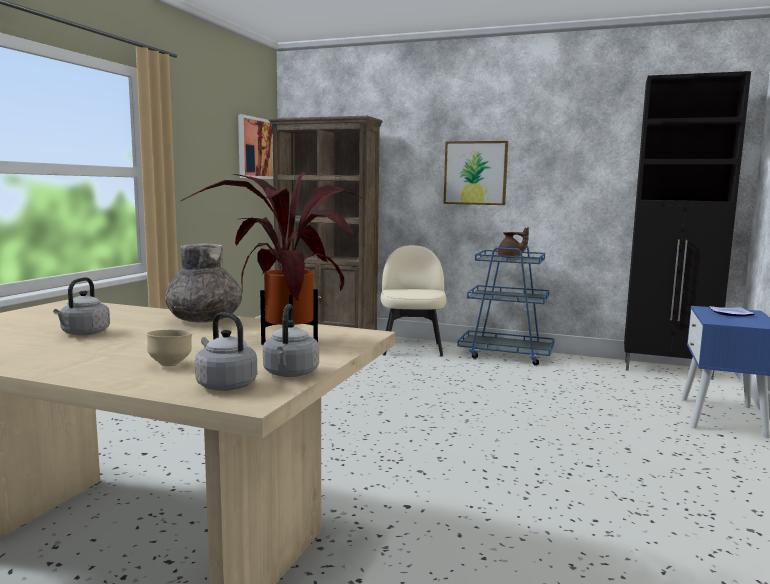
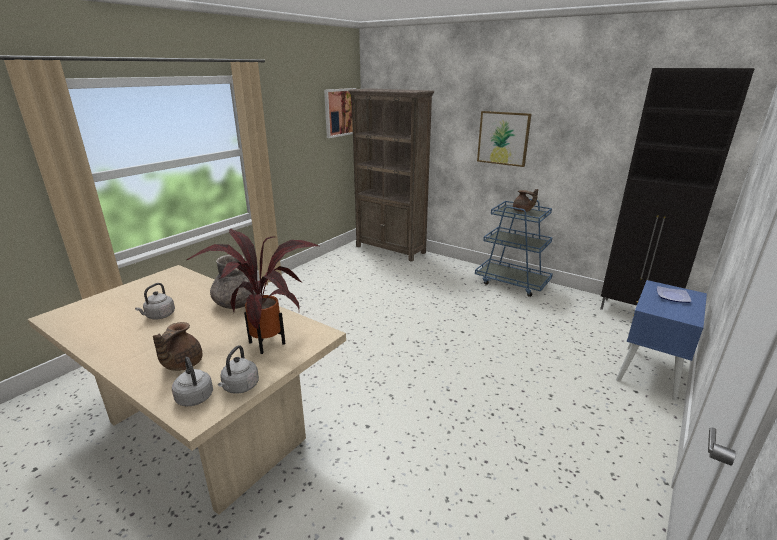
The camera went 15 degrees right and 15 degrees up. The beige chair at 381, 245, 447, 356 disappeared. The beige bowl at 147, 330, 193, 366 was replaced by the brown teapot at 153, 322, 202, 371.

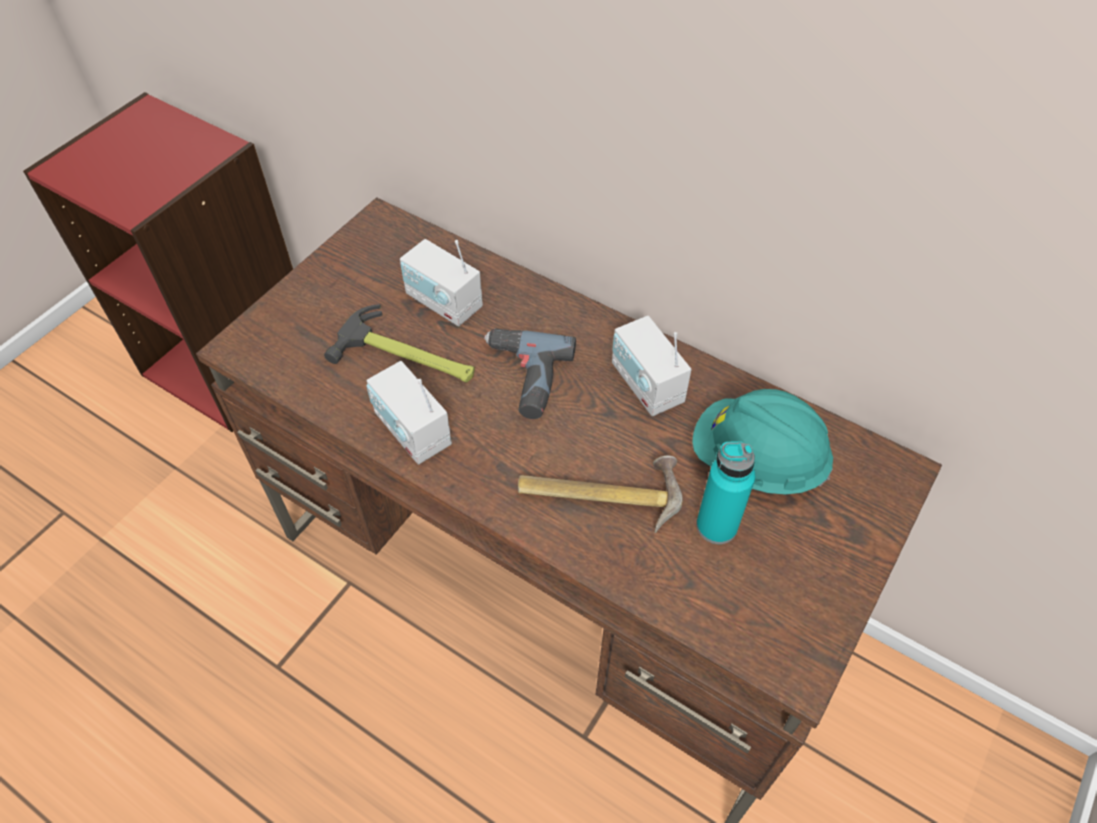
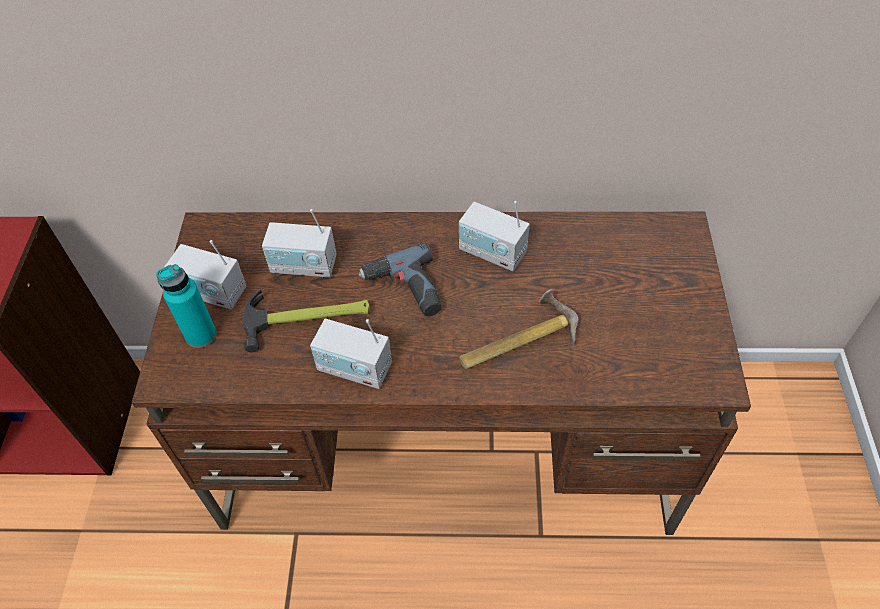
The camera went 30 degrees left and 0 degrees up. The turquoise hard hat at 692, 389, 833, 495 disappeared. The radio at 164, 240, 246, 310 appeared. The turquoise bottle moved from 696, 441, 756, 544 to 156, 264, 217, 348.

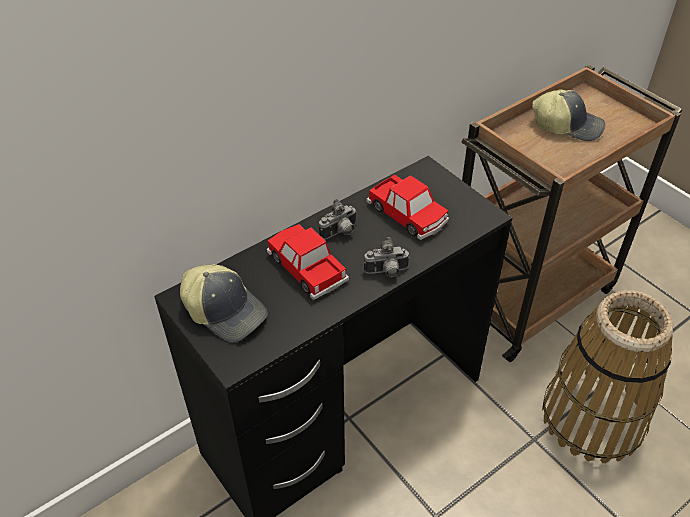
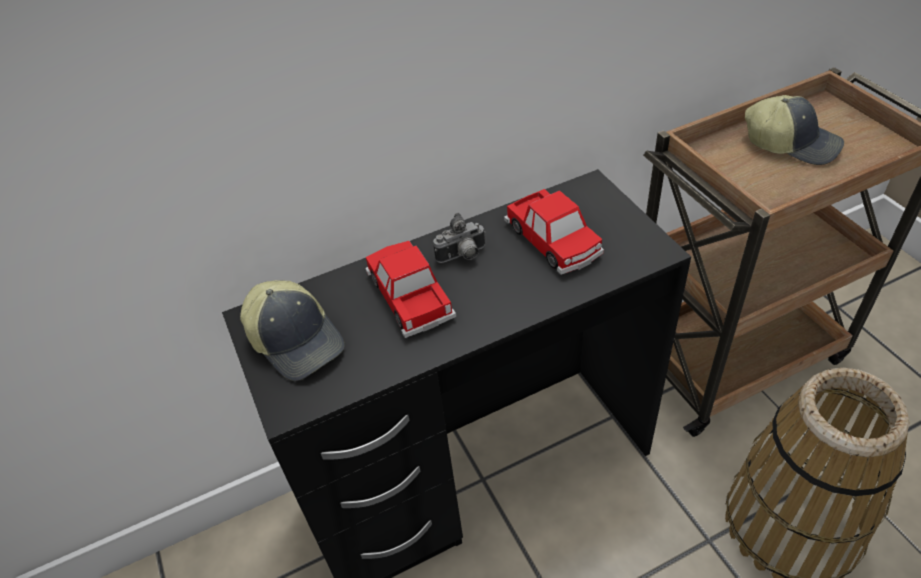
The camera went 15 degrees right and 0 degrees up. The photo camera at 364, 237, 410, 277 disappeared.

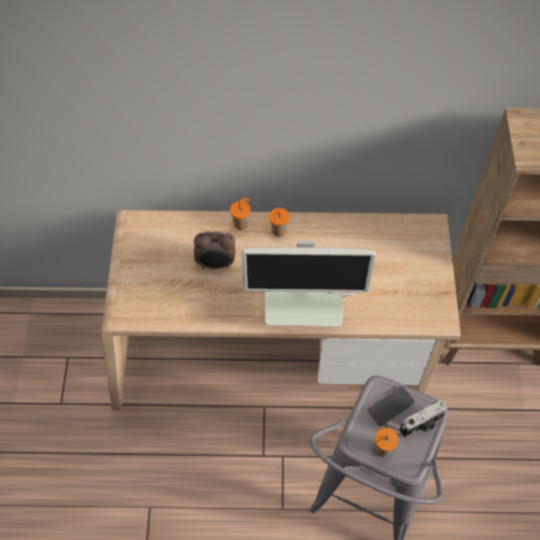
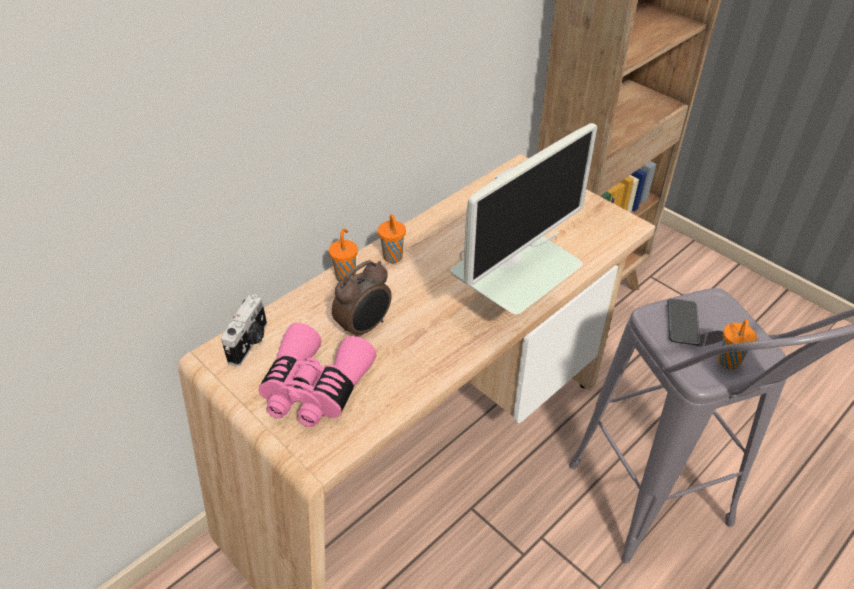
The camera went 45 degrees left and 15 degrees down. The pink binoculars at 258, 323, 376, 427 appeared. The photo camera moved from 400, 400, 447, 437 to 221, 294, 267, 367.

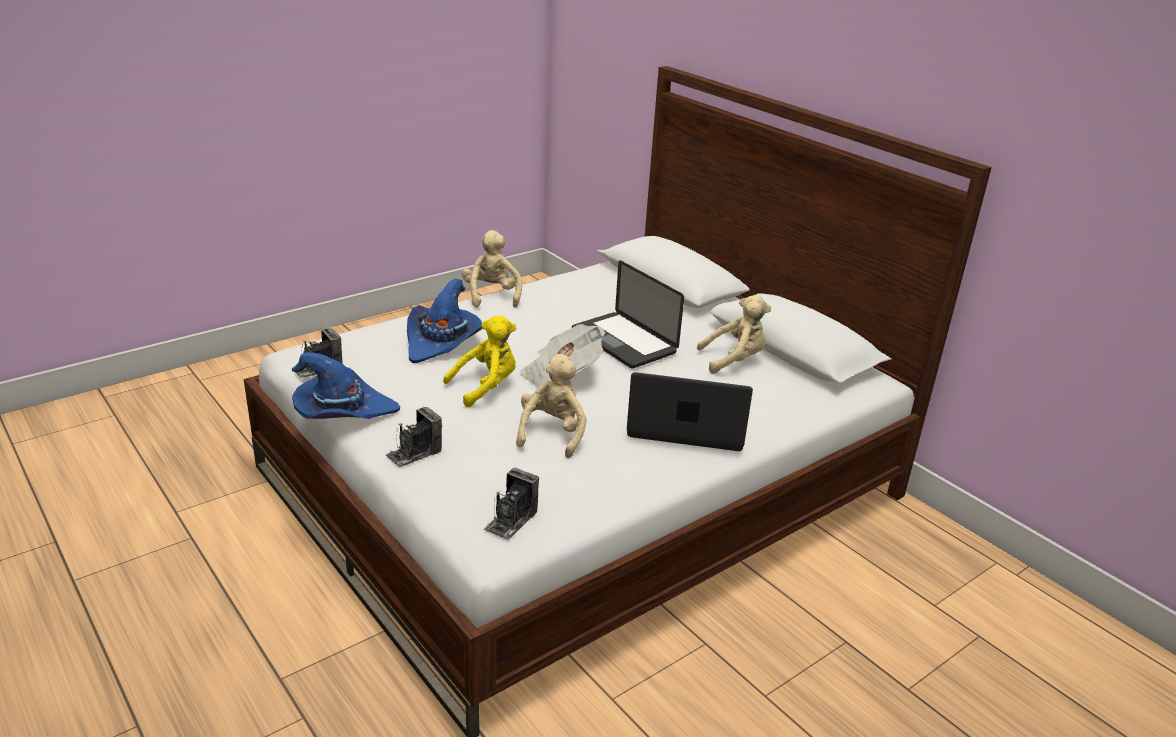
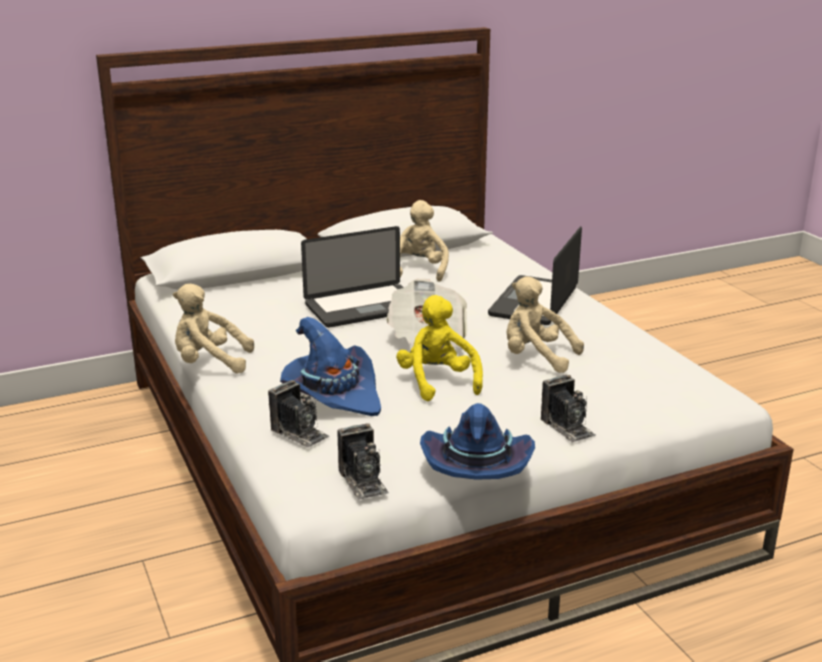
The camera went 75 degrees left and 5 degrees down. The photo camera moved from 483, 468, 539, 540 to 268, 380, 329, 448.

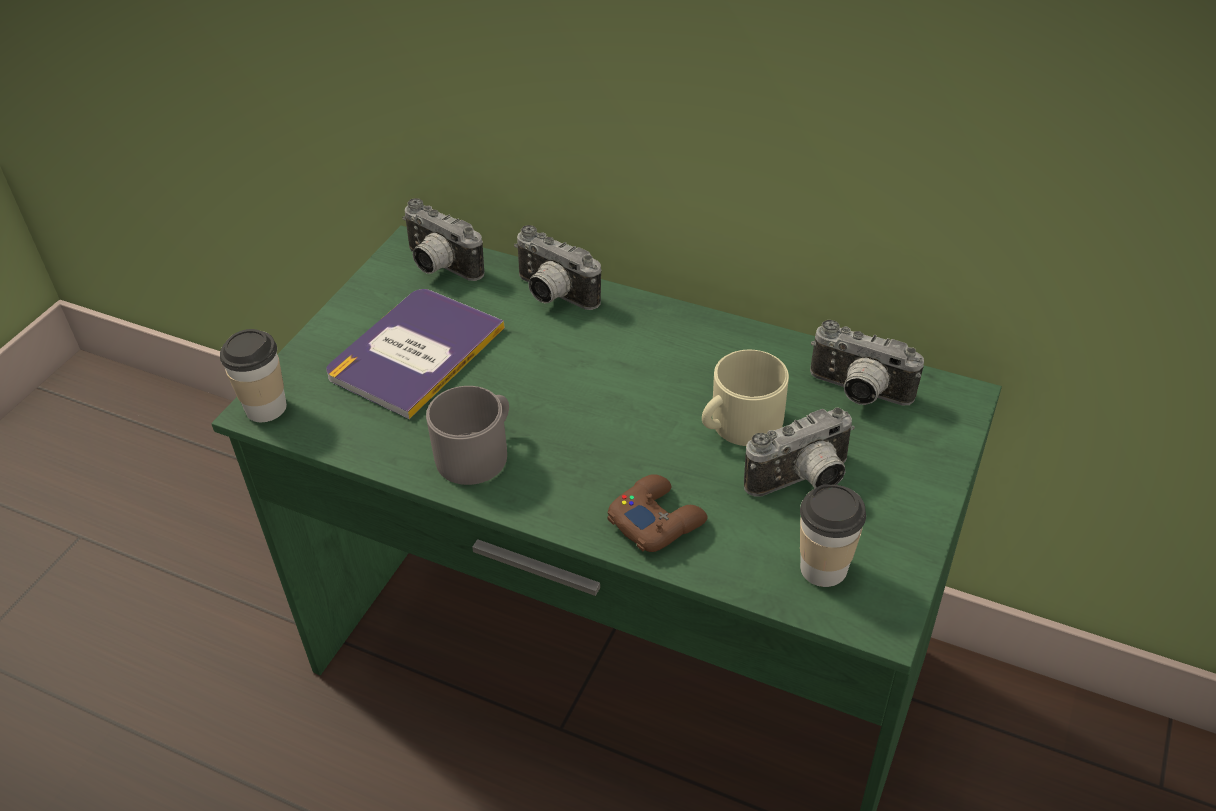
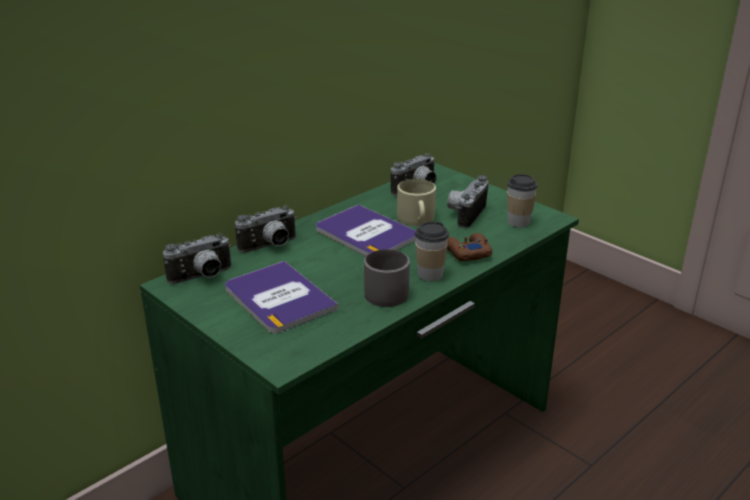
The camera went 70 degrees left and 15 degrees down. The book at 316, 204, 416, 256 appeared. The cup moved from 220, 329, 287, 422 to 415, 222, 449, 281. The photo camera at 744, 407, 855, 497 turned 150 degrees counterclockwise.

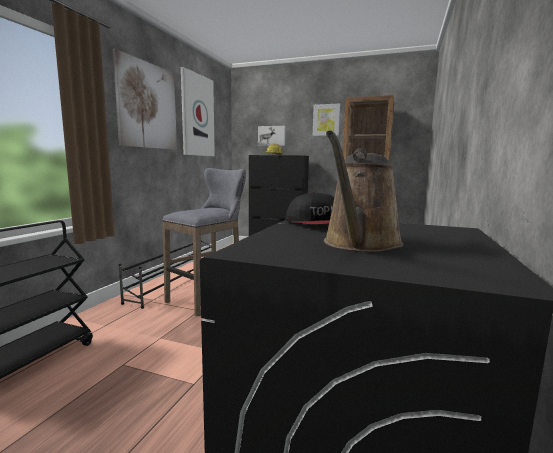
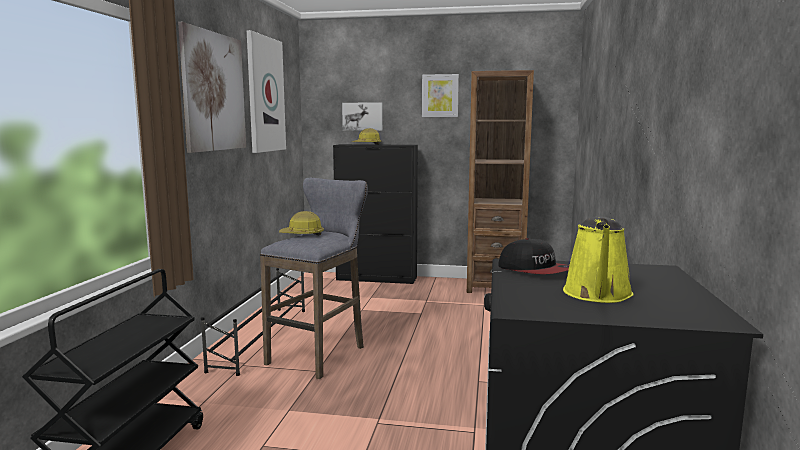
The camera went 10 degrees left and 0 degrees up. The hard hat at 279, 211, 324, 236 appeared. The brown watering can at 324, 130, 404, 252 became the yellow watering can at 563, 217, 634, 303.

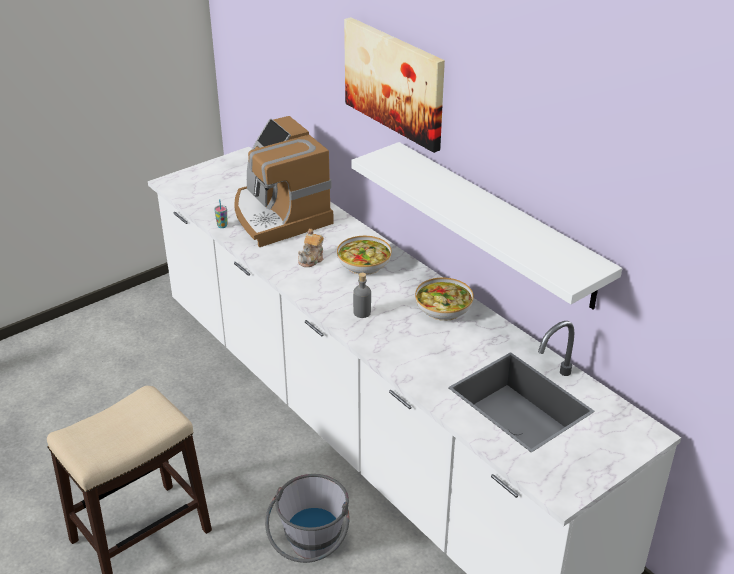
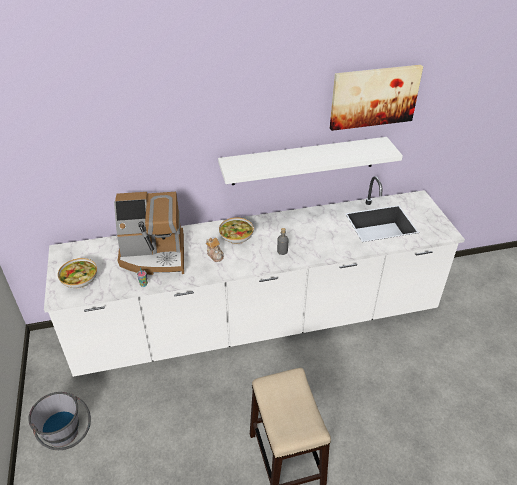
The camera went 65 degrees left and 5 degrees up. The grey bucket moved from 265, 474, 349, 563 to 28, 392, 91, 450. The picture moved from 344, 17, 445, 153 to 330, 65, 423, 131. The bowl moved from 415, 278, 474, 321 to 58, 258, 97, 288.

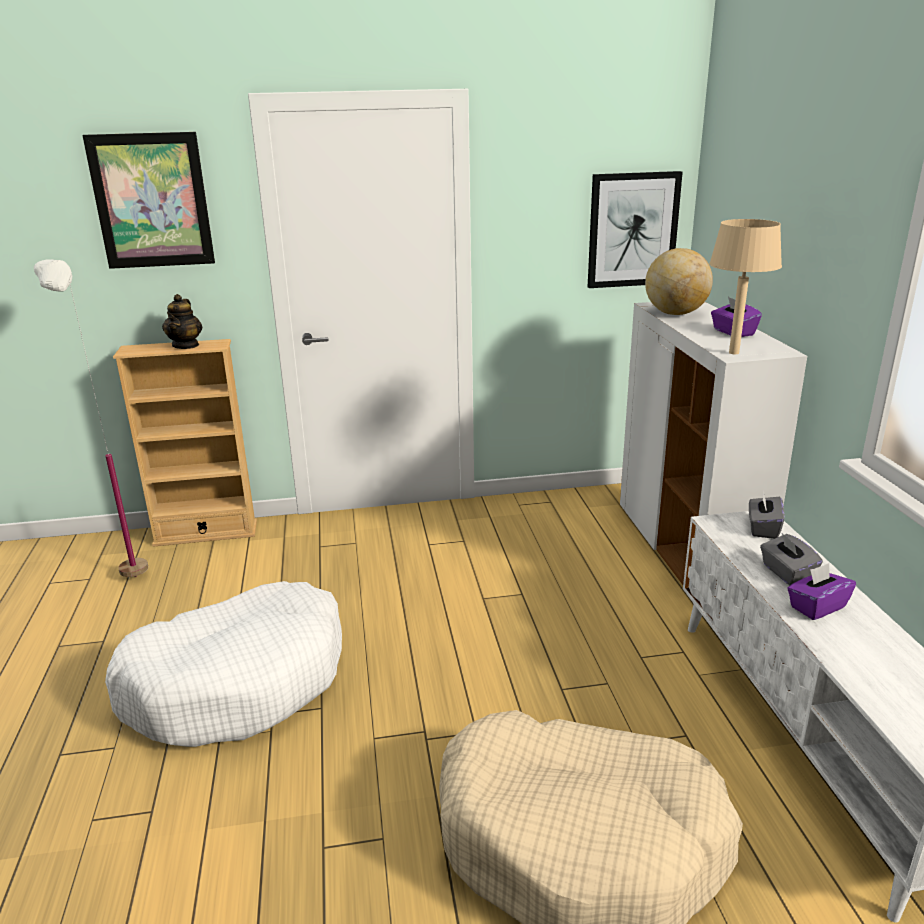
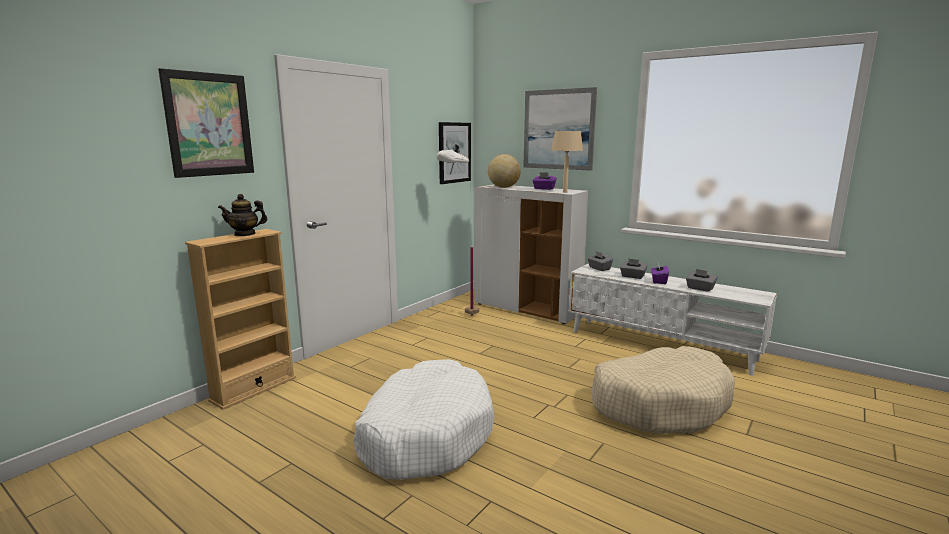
The camera went 45 degrees left and 10 degrees down. The picture at 523, 87, 597, 171 appeared. The grey tissue box at 686, 269, 718, 292 appeared. The white floor lamp moved from 34, 259, 148, 577 to 437, 150, 479, 316. The teapot at 162, 294, 202, 349 turned 120 degrees clockwise.

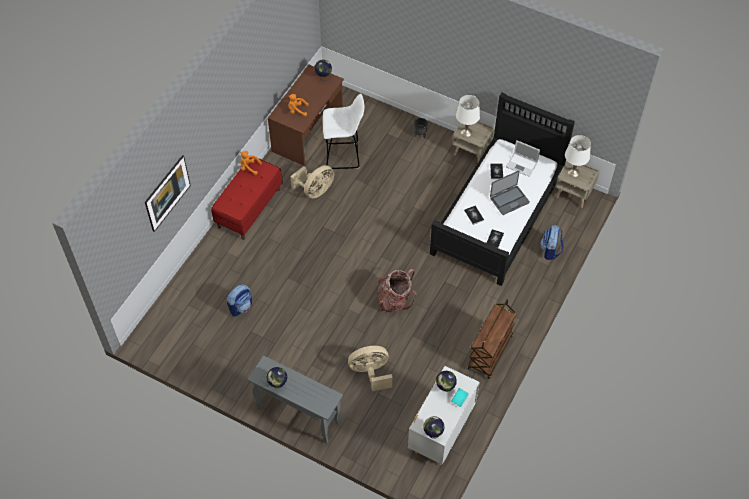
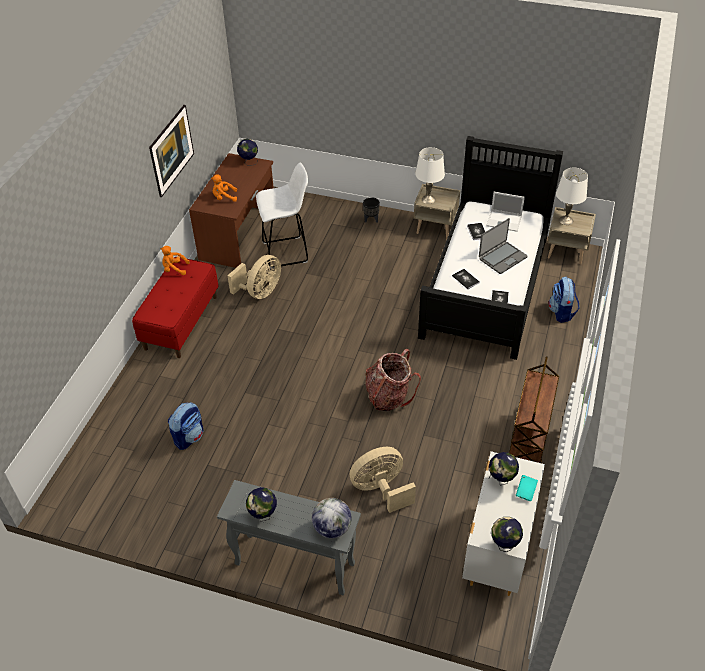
The camera went 10 degrees left and 10 degrees down. The globe at 312, 498, 352, 538 appeared. The picture moved from 145, 155, 191, 232 to 149, 105, 194, 197.

